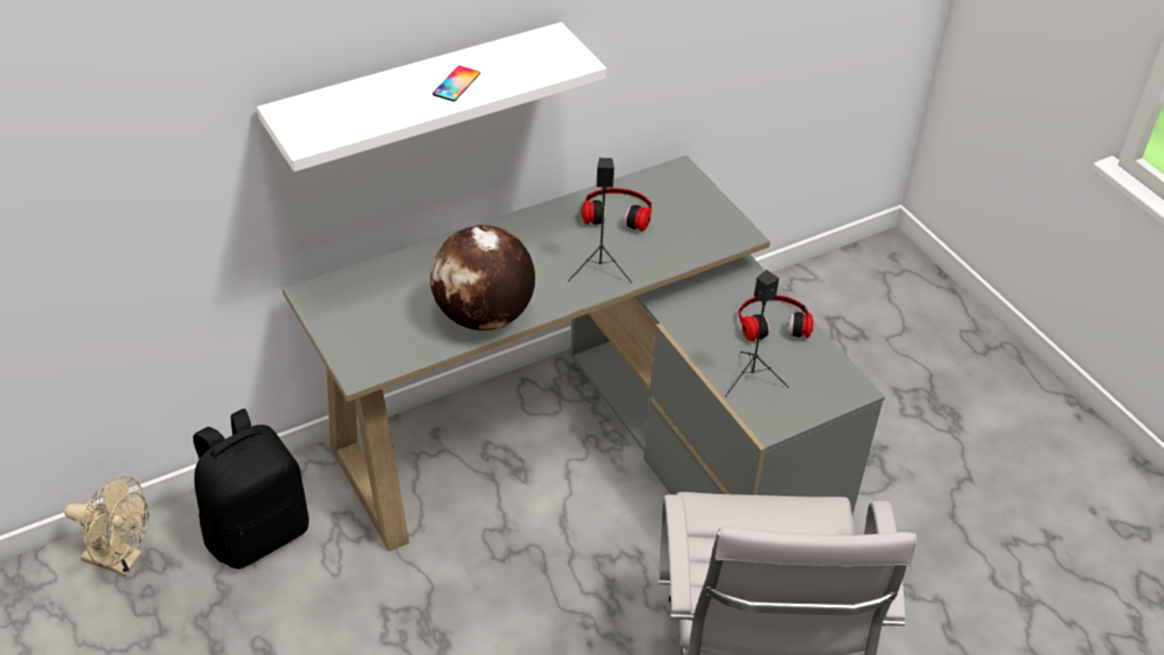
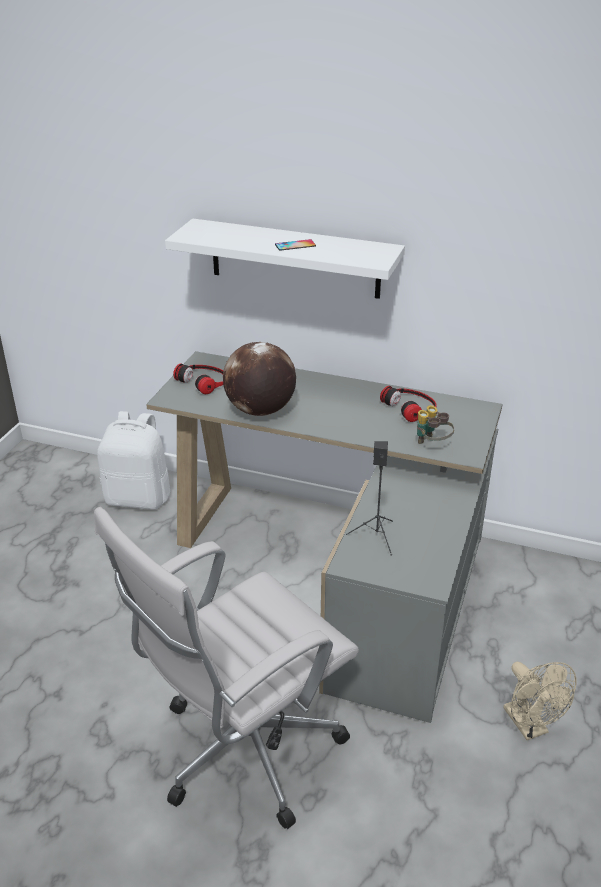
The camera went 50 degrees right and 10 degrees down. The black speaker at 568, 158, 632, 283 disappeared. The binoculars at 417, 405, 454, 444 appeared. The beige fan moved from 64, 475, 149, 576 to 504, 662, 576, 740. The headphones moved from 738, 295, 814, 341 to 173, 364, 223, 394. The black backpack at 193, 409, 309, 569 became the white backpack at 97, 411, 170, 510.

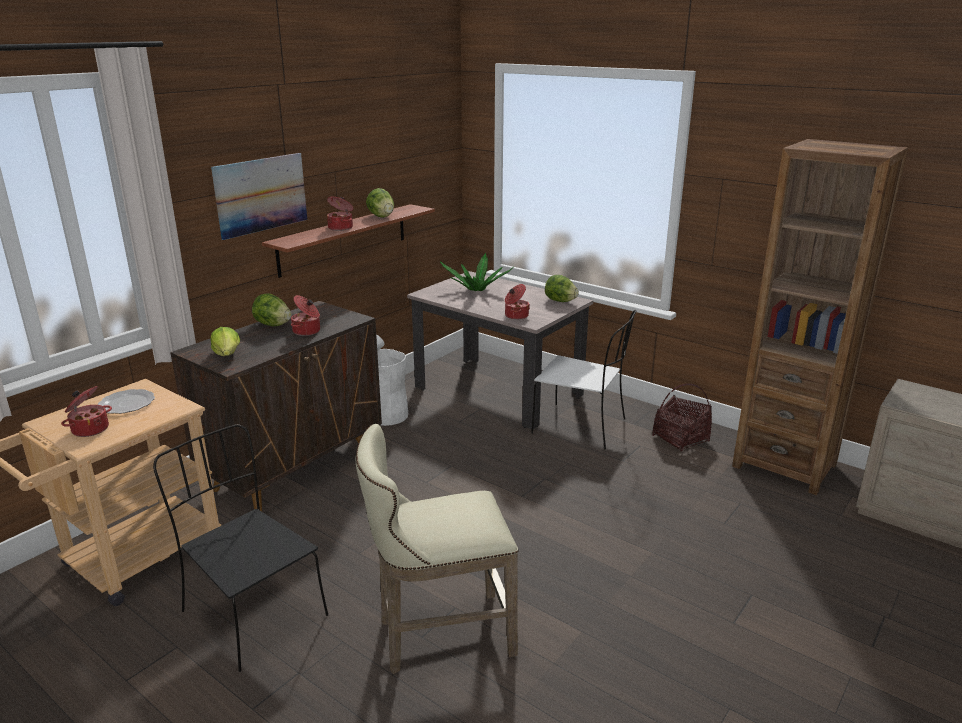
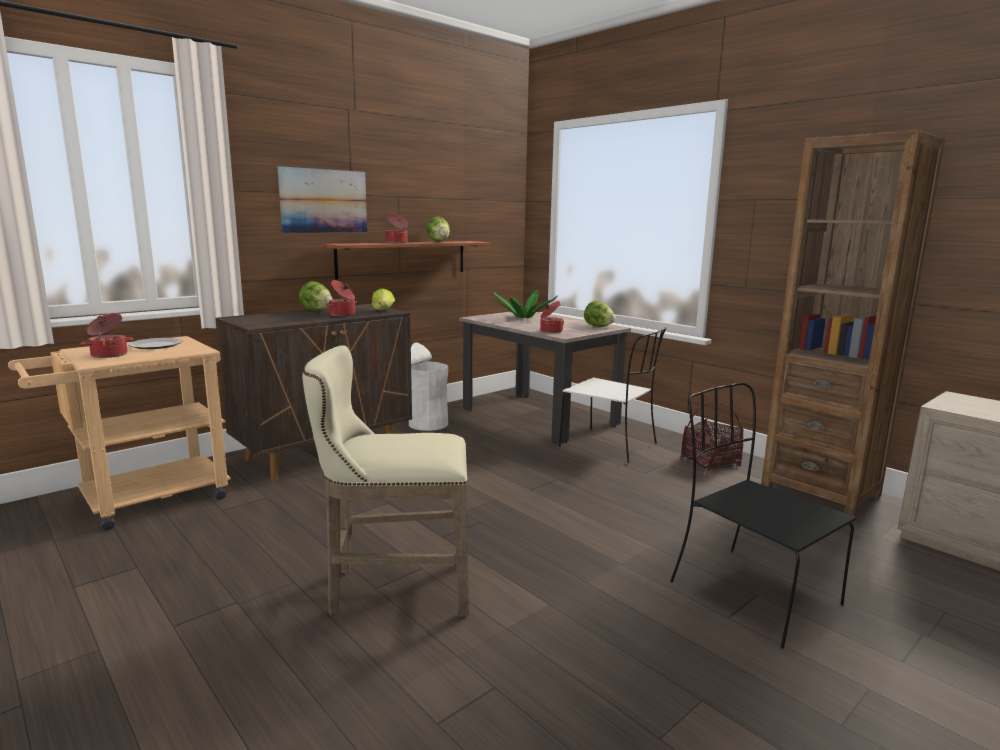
The camera went 10 degrees right and 10 degrees down. The black chair moved from 153, 424, 328, 672 to 670, 382, 856, 649. The lettuce moved from 211, 327, 240, 356 to 372, 288, 395, 310.

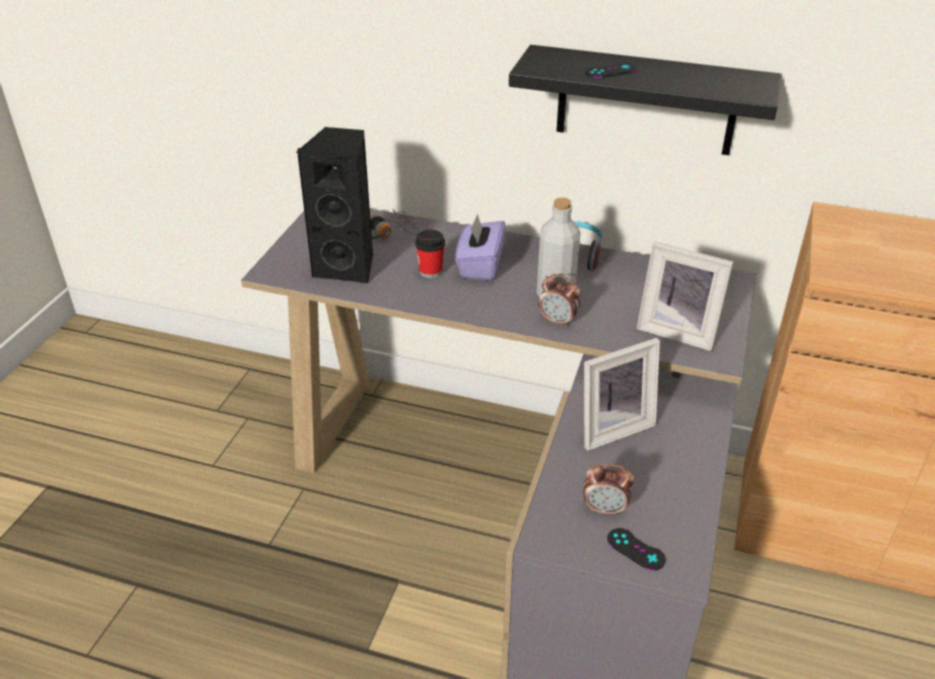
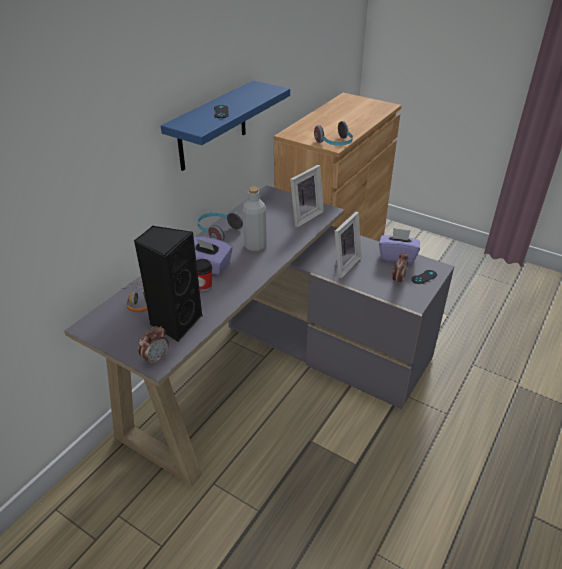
The camera went 75 degrees left and 0 degrees up. The headphones at 314, 121, 353, 146 appeared. The purple tissue box at 379, 228, 420, 264 appeared. The alarm clock moved from 538, 274, 581, 328 to 138, 326, 169, 366. The black shelf at 509, 45, 782, 155 became the blue shelf at 161, 81, 290, 171. The picture frame at 584, 338, 660, 451 turned 45 degrees clockwise.

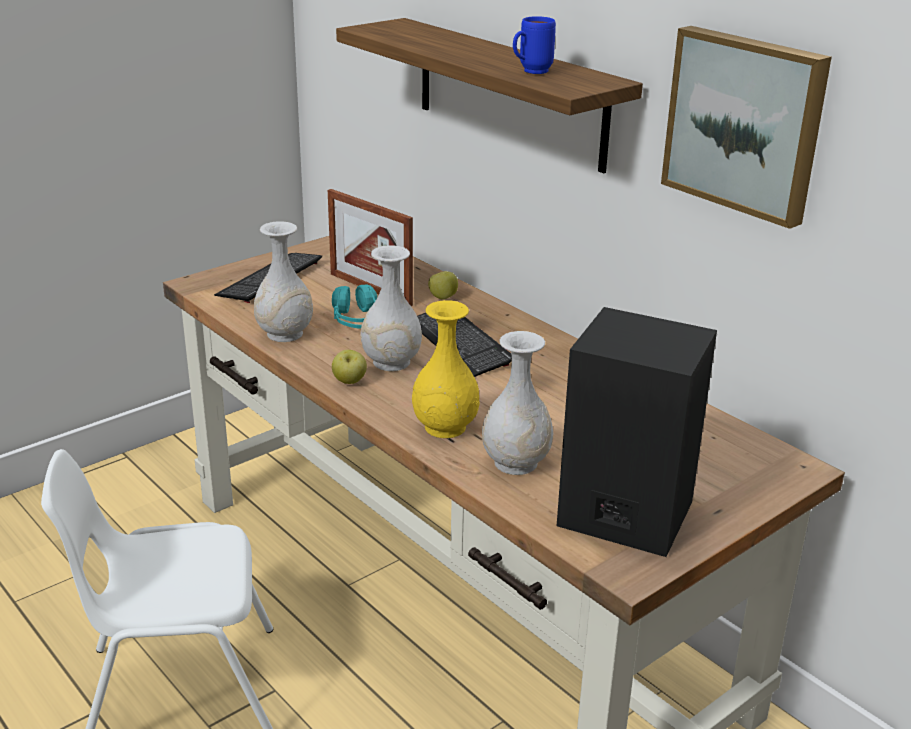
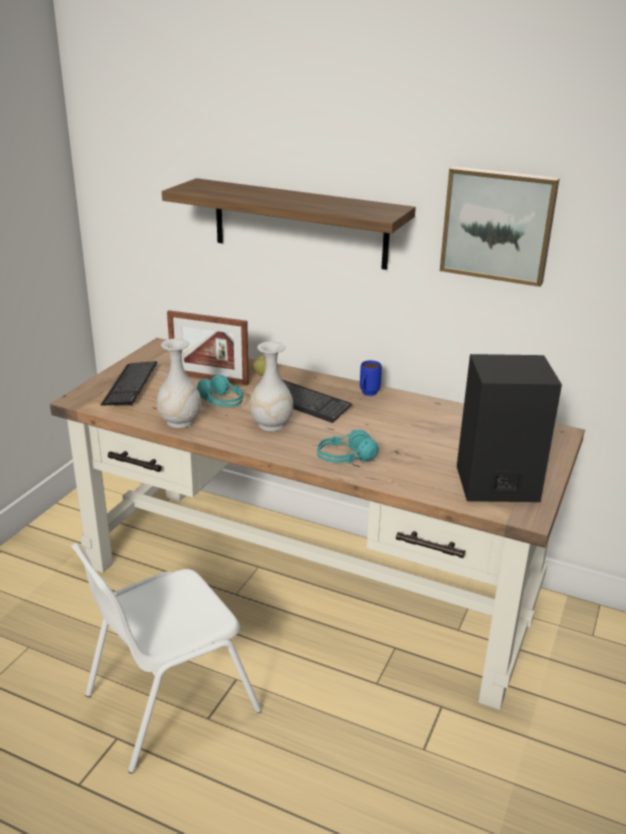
The camera went 25 degrees left and 0 degrees up. The apple at 332, 350, 367, 384 disappeared. The white vase at 482, 331, 553, 475 disappeared. The blue mug moved from 513, 16, 556, 74 to 360, 360, 382, 396. The yellow vase at 412, 300, 480, 438 was replaced by the turquoise headphones at 317, 430, 379, 463.

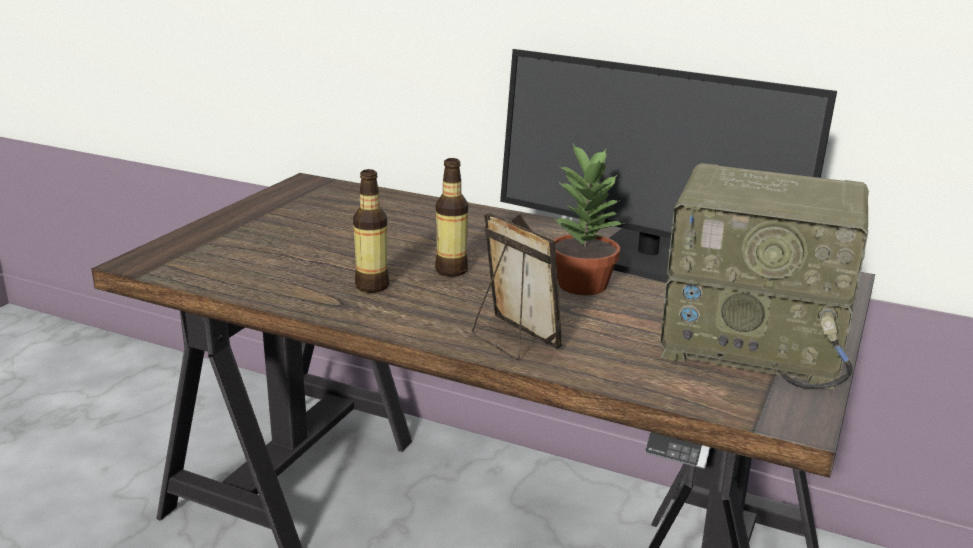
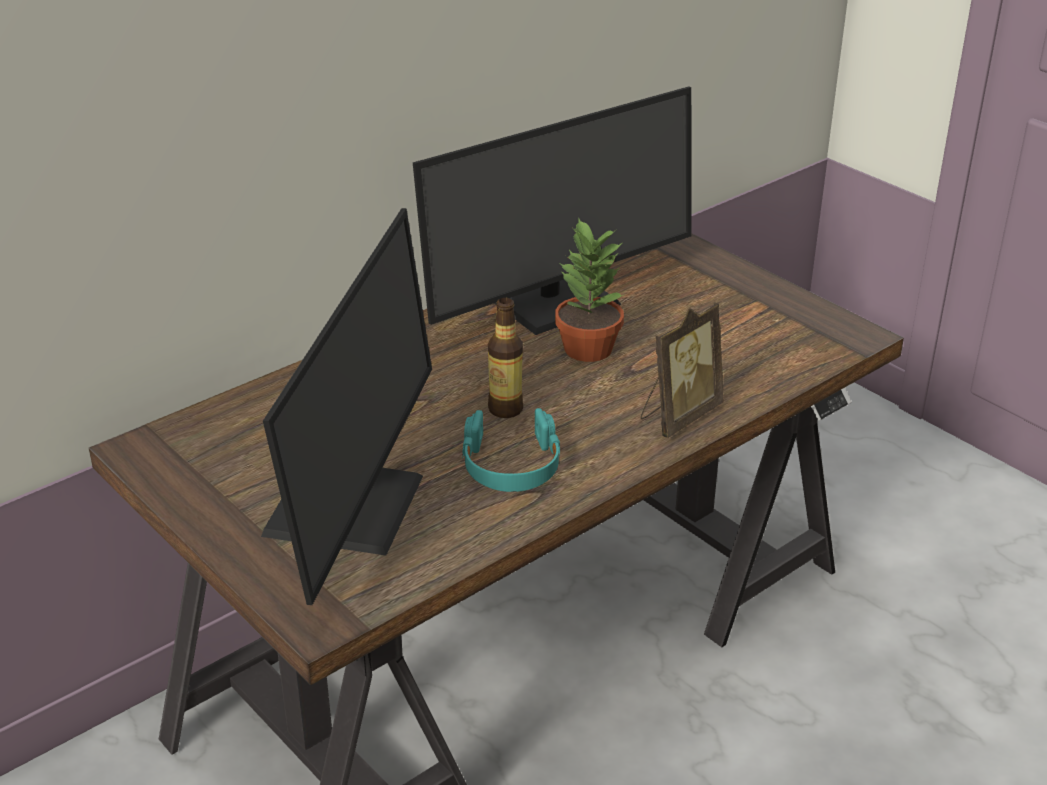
The camera went 65 degrees left and 10 degrees up. The radio at 660, 163, 869, 389 disappeared. The monitor at 261, 208, 432, 605 appeared. The bottle at 353, 169, 389, 293 was replaced by the turquoise headphones at 463, 408, 560, 492. The picture frame at 472, 213, 562, 360 turned 150 degrees clockwise.

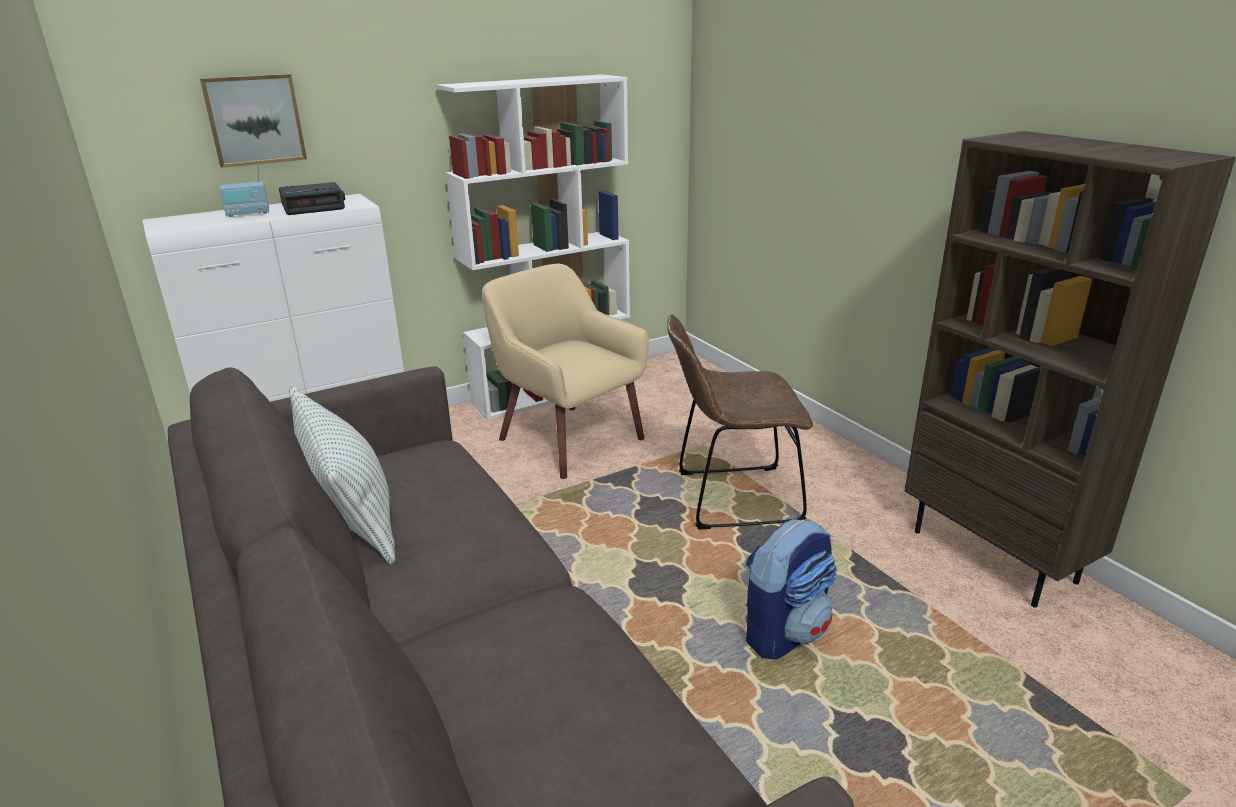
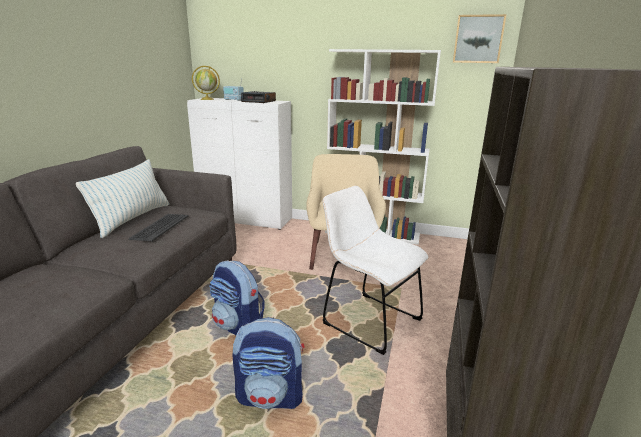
The camera went 45 degrees right and 5 degrees down. The keyboard at 129, 214, 188, 241 appeared. The globe at 192, 66, 220, 100 appeared. The backpack at 209, 261, 265, 335 appeared. The picture moved from 200, 74, 307, 168 to 453, 14, 507, 63. The brown chair at 667, 314, 813, 530 became the white chair at 323, 186, 429, 355.

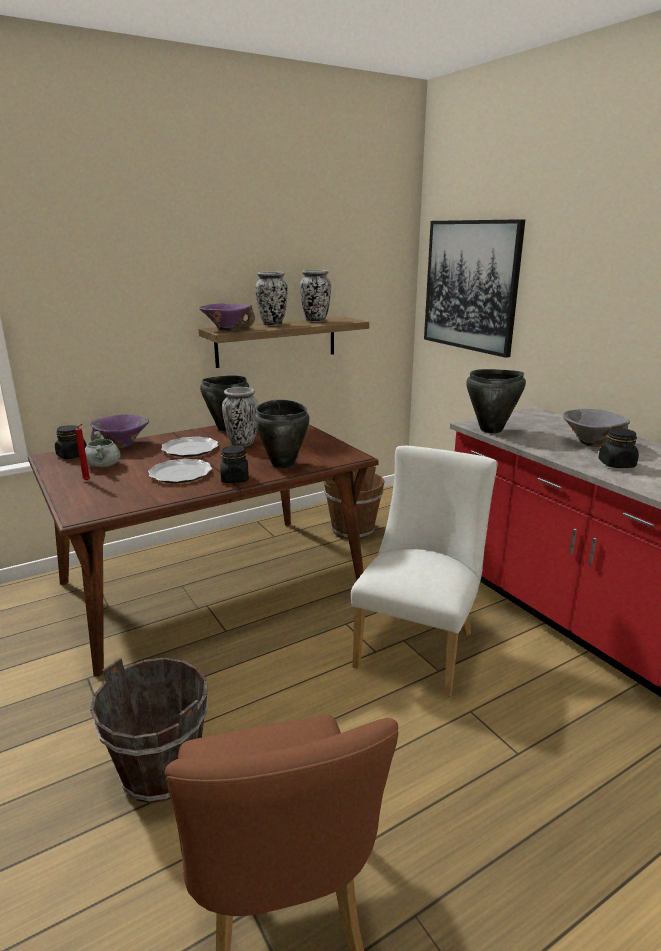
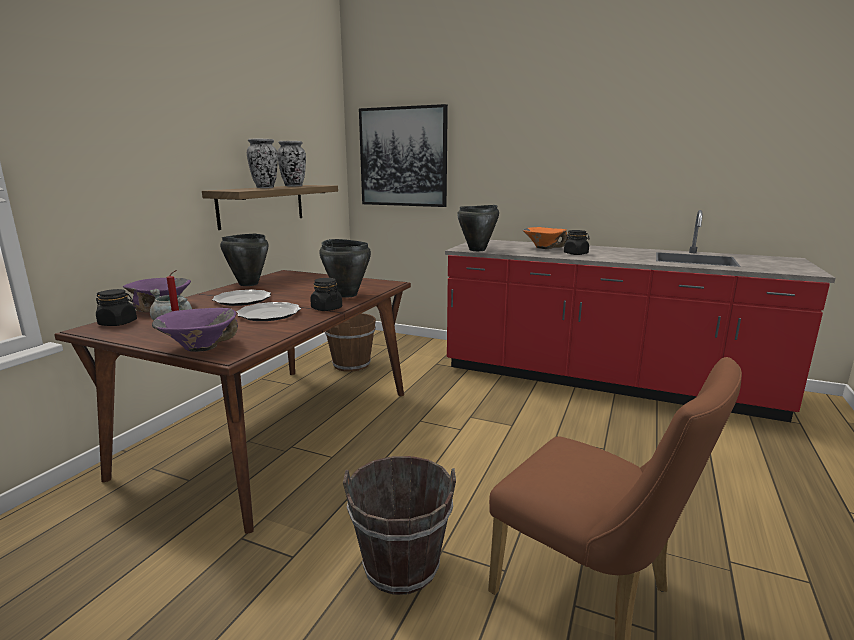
The camera went 35 degrees left and 5 degrees down. The vase at 222, 387, 259, 447 disappeared. The white chair at 351, 446, 498, 697 disappeared. The purple bowl moved from 199, 303, 255, 331 to 152, 308, 238, 352. The grey bowl at 563, 409, 630, 447 became the orange bowl at 522, 227, 568, 249.

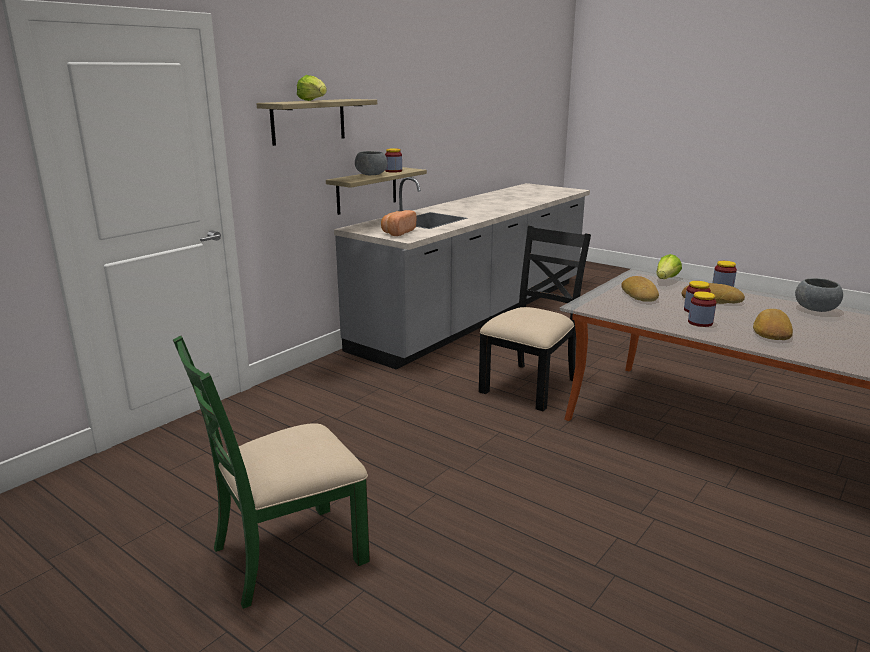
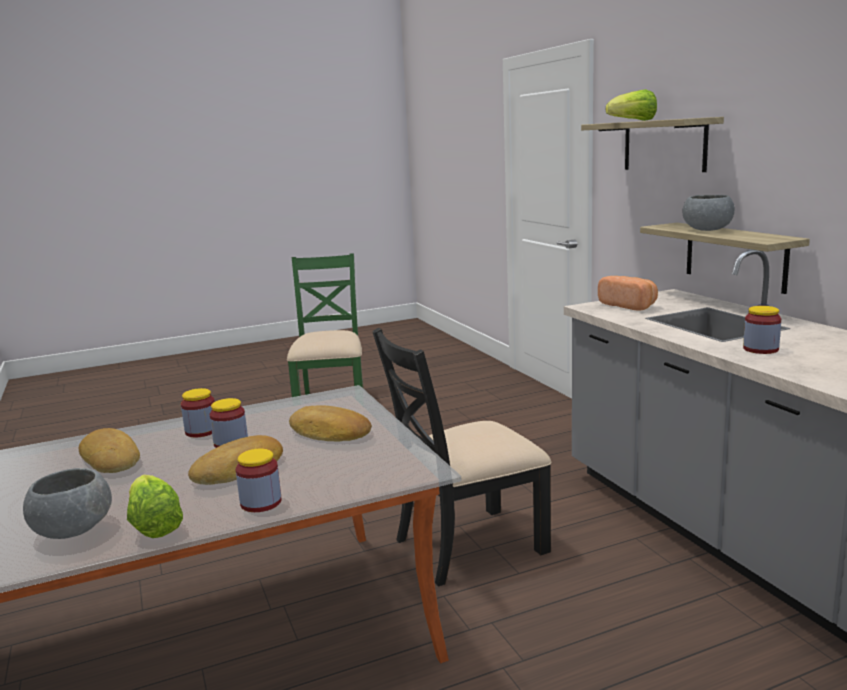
The camera went 120 degrees right and 5 degrees down. The jar moved from 385, 148, 402, 173 to 743, 306, 781, 354. The lettuce moved from 656, 254, 682, 279 to 127, 474, 183, 538. The black chair at 479, 226, 591, 411 turned 90 degrees clockwise.

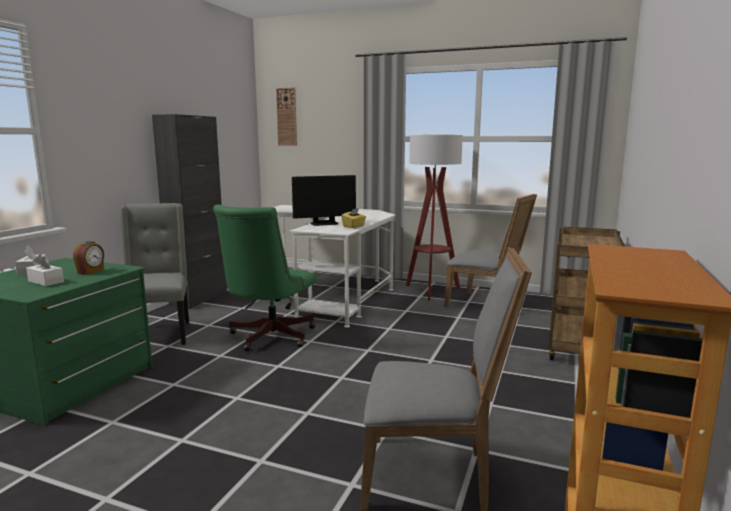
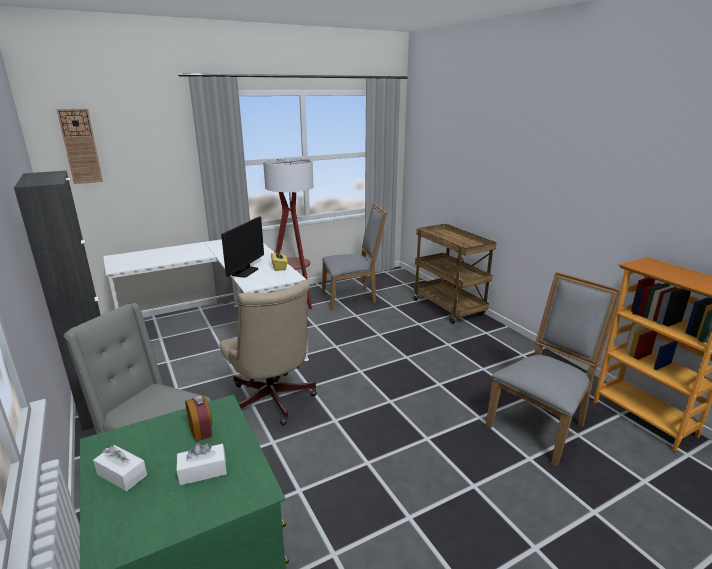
The camera went 50 degrees left and 10 degrees up. The green office chair at 213, 205, 316, 351 became the beige office chair at 219, 280, 317, 425.

